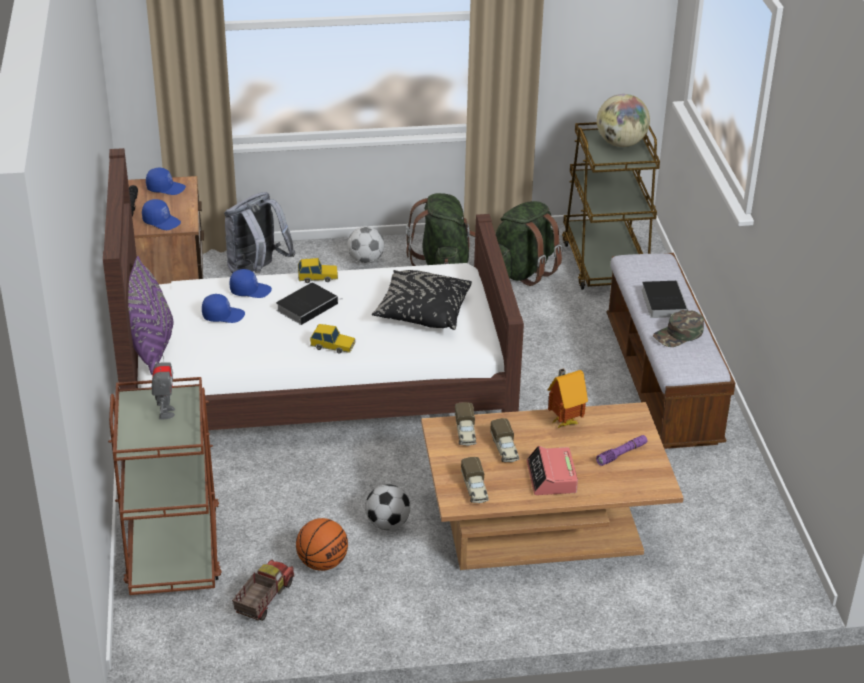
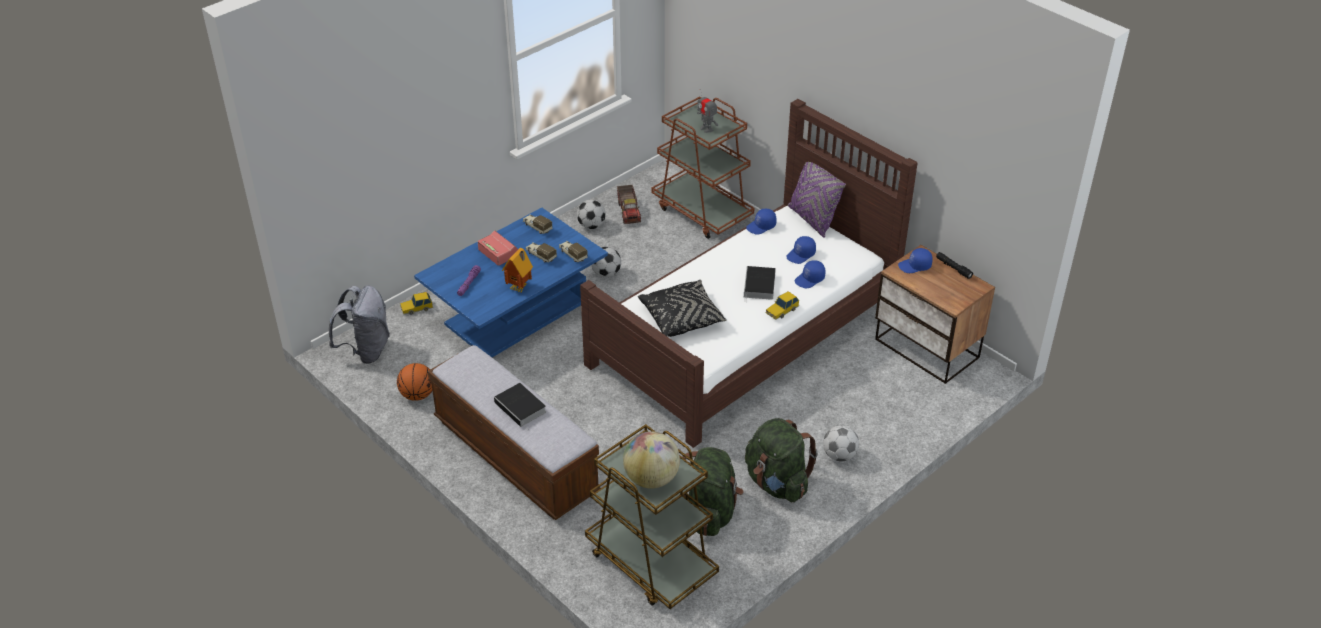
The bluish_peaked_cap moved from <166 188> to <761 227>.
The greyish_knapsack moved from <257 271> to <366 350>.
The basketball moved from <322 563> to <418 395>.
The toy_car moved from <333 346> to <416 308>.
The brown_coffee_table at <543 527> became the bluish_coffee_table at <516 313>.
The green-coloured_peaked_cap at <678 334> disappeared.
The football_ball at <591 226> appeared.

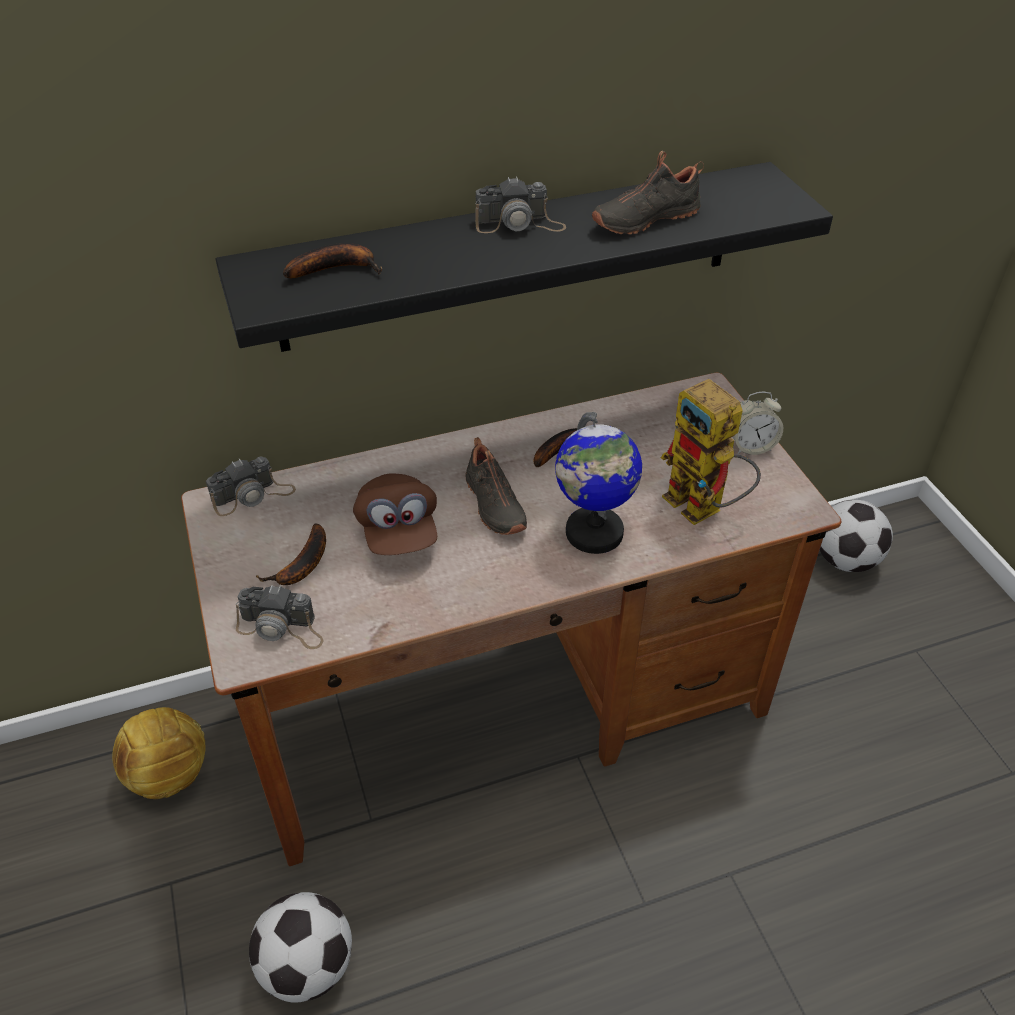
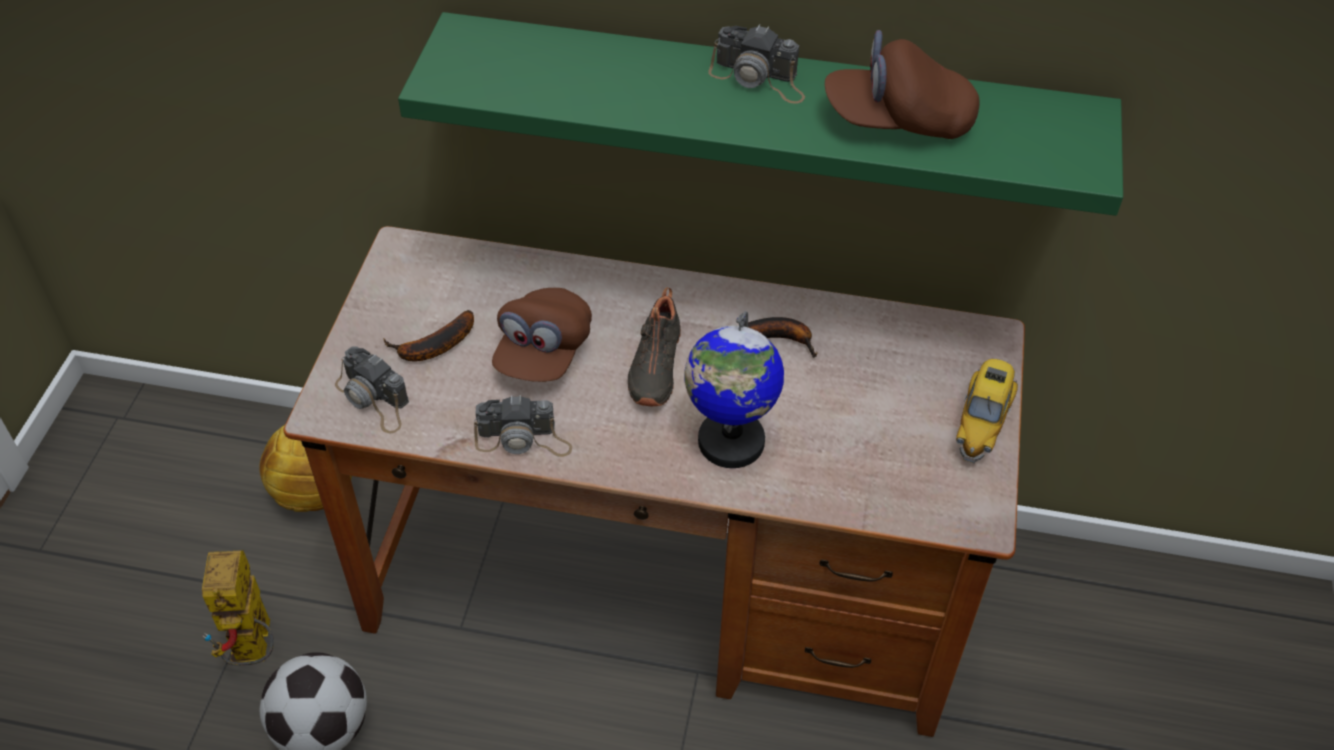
The photo_camera moved from <253 495> to <523 439>.
The blackish_shelf at <511 257> became the green-coloured_shelf at <767 107>.
The whole_banana at <337 268> disappeared.
The blackish_item_of_footwear at <644 218> was replaced by the brown_peaked_cap at <897 120>.
The model_robot moved from <704 509> to <255 652>.
The alarm_clock at <750 446> was replaced by the toy_car at <981 423>.
The football_ball at <845 560> disappeared.

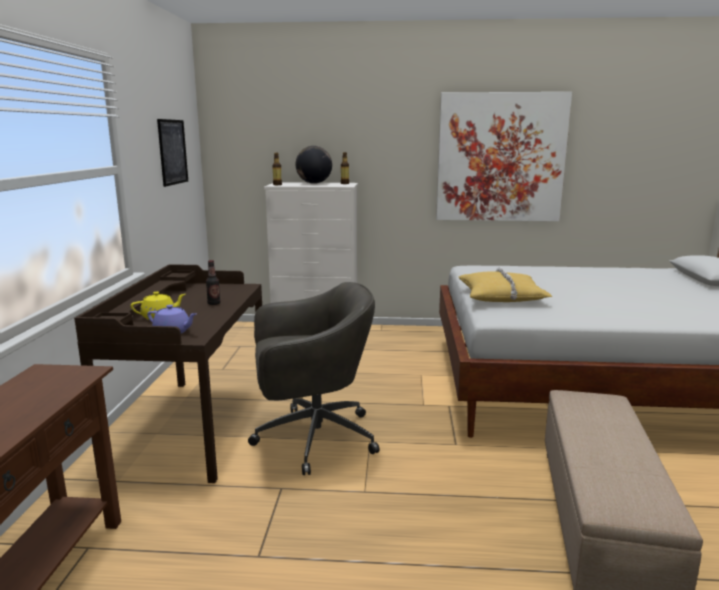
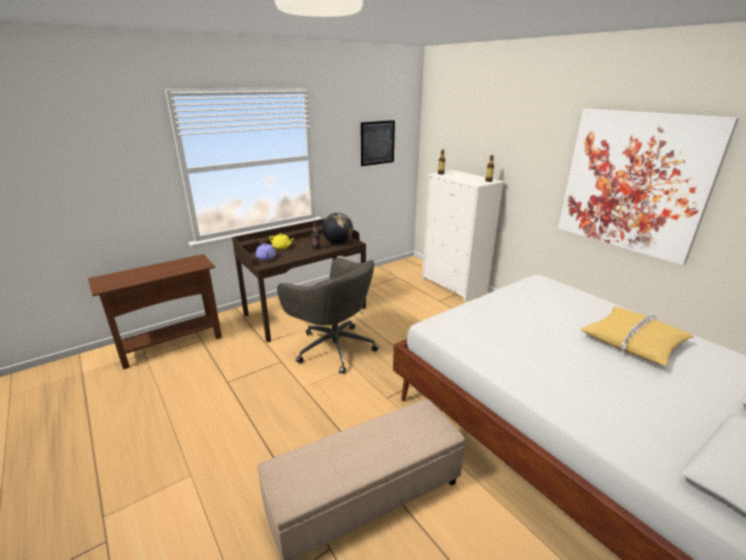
The desk_globe moved from <314 183> to <338 243>.
The yellow-coloured_throw_pillow moved from <501 296> to <633 341>.

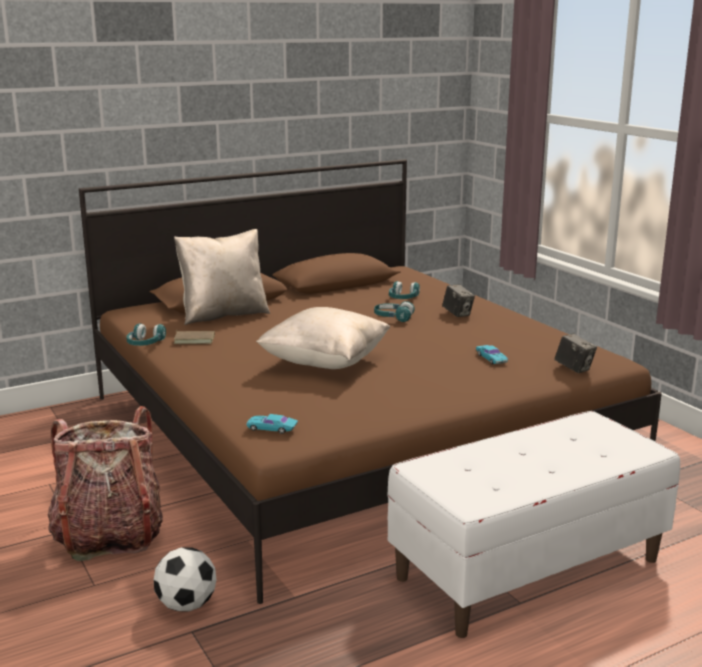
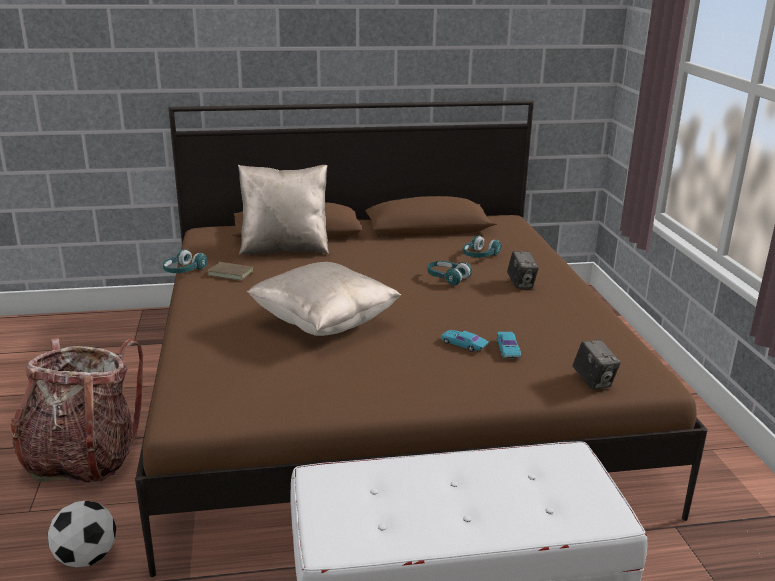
The blue-green_toy_car moved from <272 428> to <464 344>.

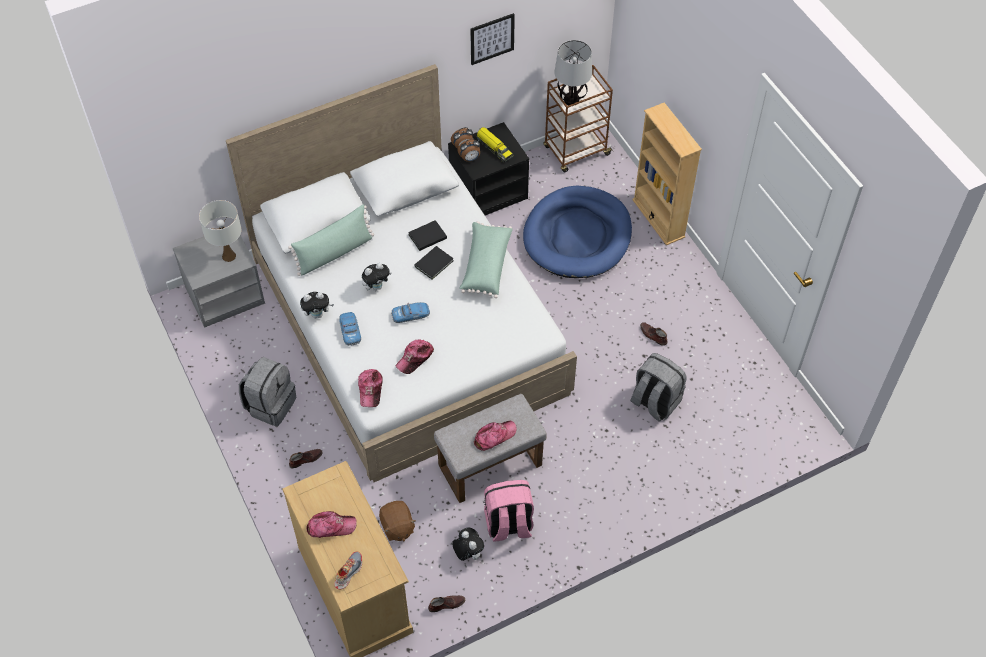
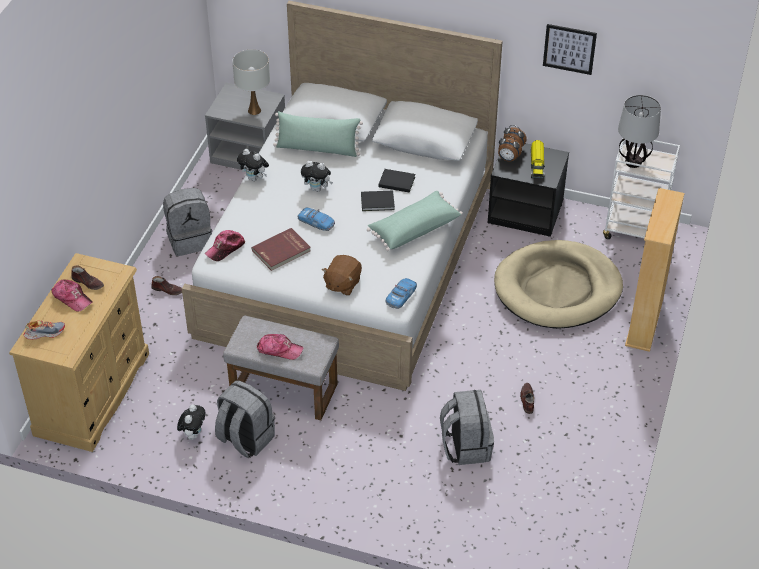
The toy_car moved from <350 331> to <401 296>.
The brown_cuddly_toy moved from <397 527> to <342 284>.
The peaked_cap at <415 358> was replaced by the reddish_book at <281 251>.
The brown_item_of_footwear moved from <446 604> to <88 282>.
The pink-coloured_knapsack at <508 524> became the greyish_knapsack at <245 439>.
The bluish_dog_bed at <577 236> became the beige_dog_bed at <557 289>.
The brown_trolley at <576 151> became the whitish_trolley at <635 230>.

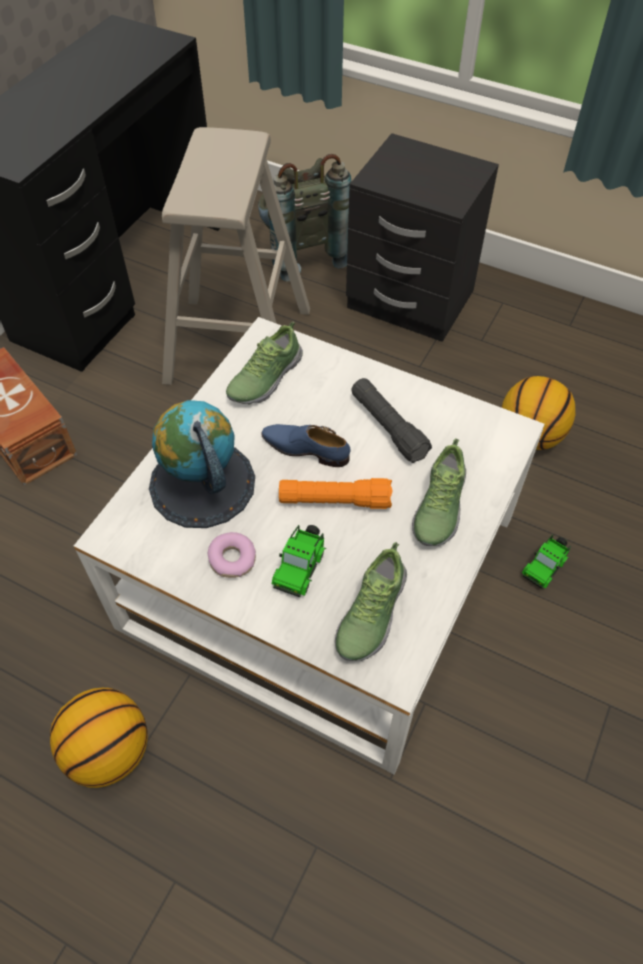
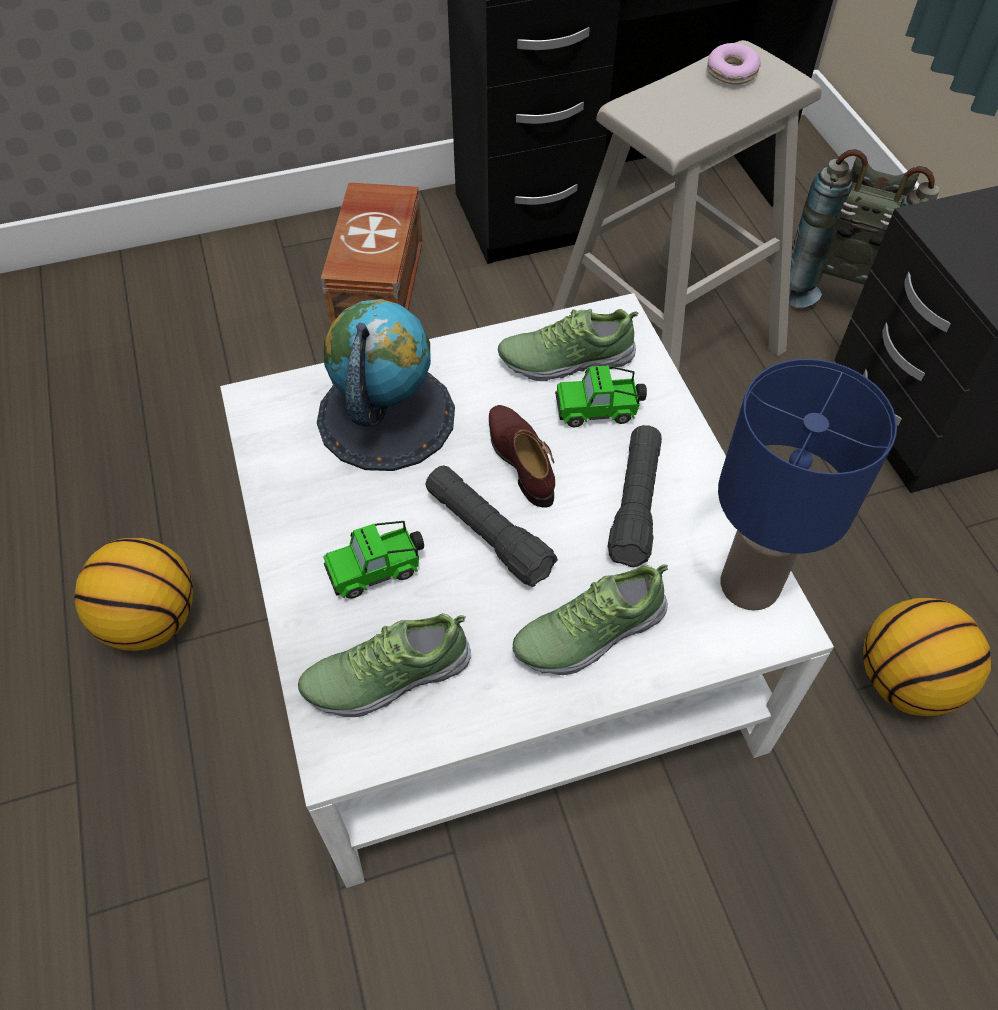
The doughnut moved from <232 559> to <731 73>.
The bluish_item_of_footwear at <305 449> became the brown_item_of_footwear at <521 460>.
The orangey_flashlight at <335 501> became the blackish_flashlight at <488 534>.
The toy_car moved from <545 566> to <599 410>.
The bluish_table_lamp at <750 586> appeared.

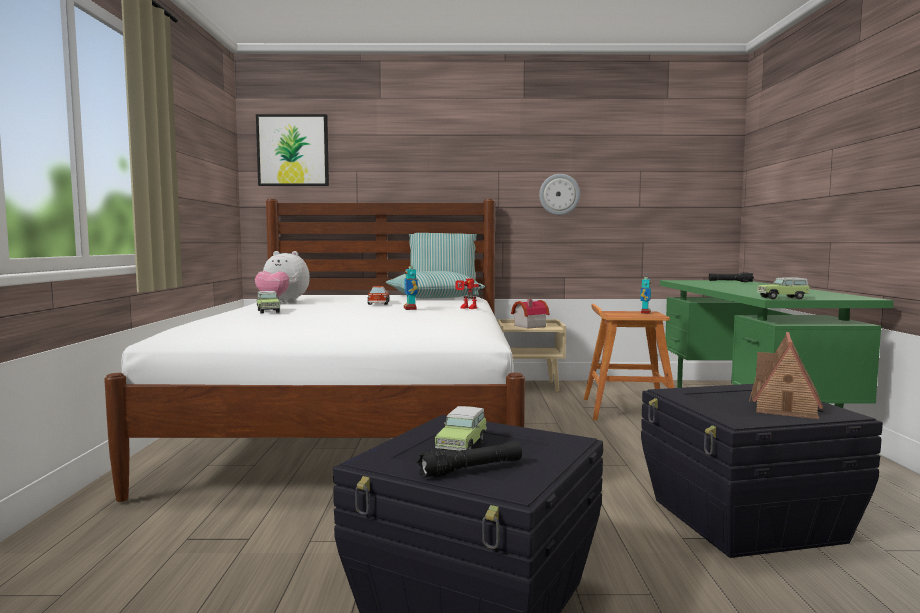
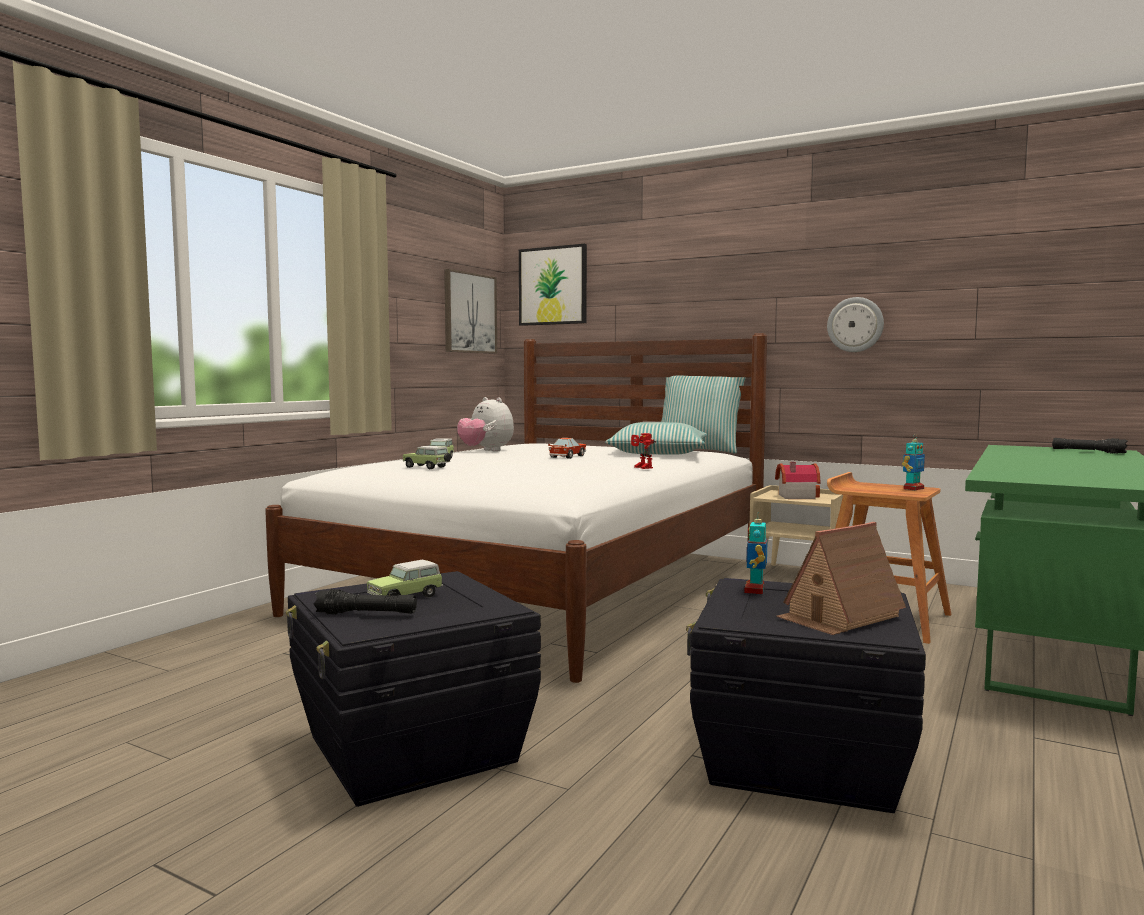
The model_robot moved from <410 309> to <755 590>.
The toy_car moved from <784 298> to <427 467>.
The wall_art at <469 313> appeared.

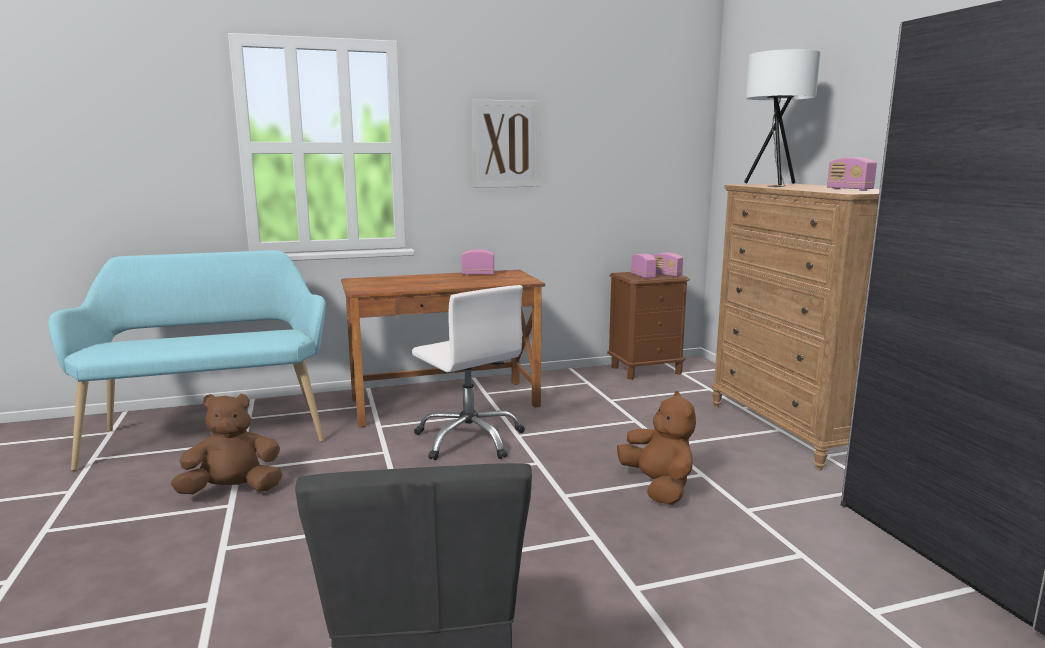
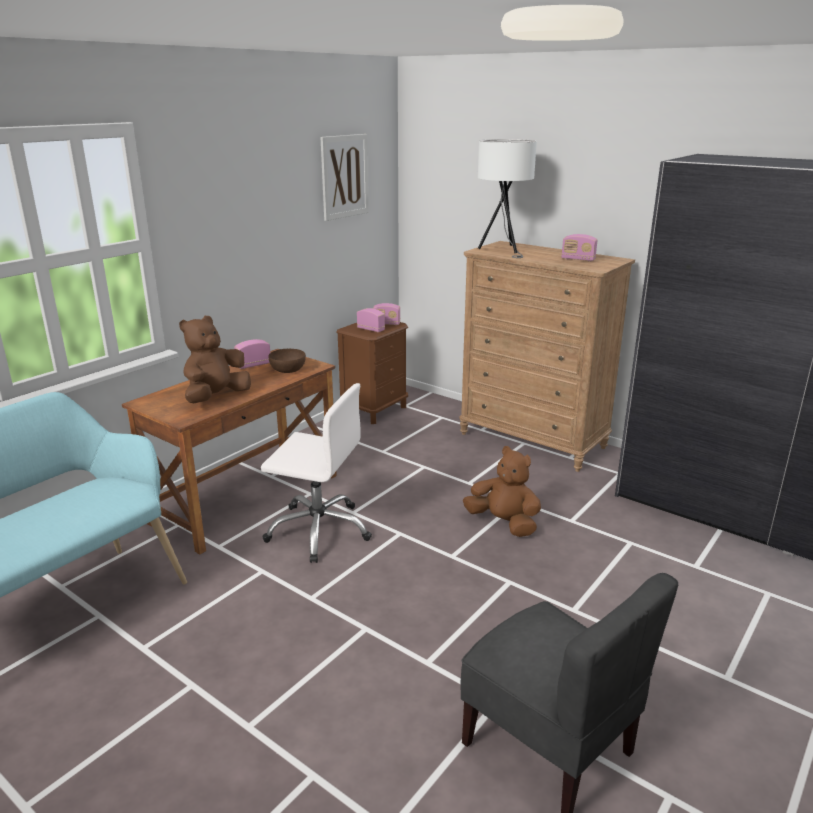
The brown_cuddly_toy moved from <233 490> to <216 397>.
The wall_art moved from <506 144> to <344 176>.
The brown_bowl at <287 370> appeared.

